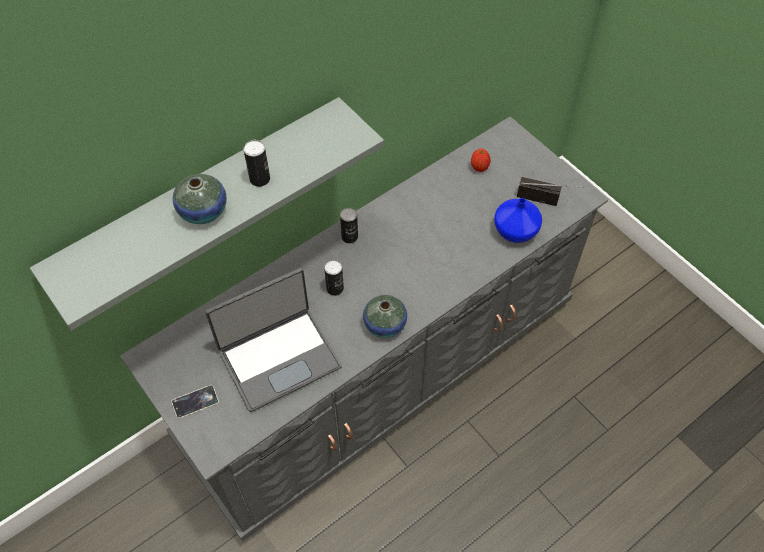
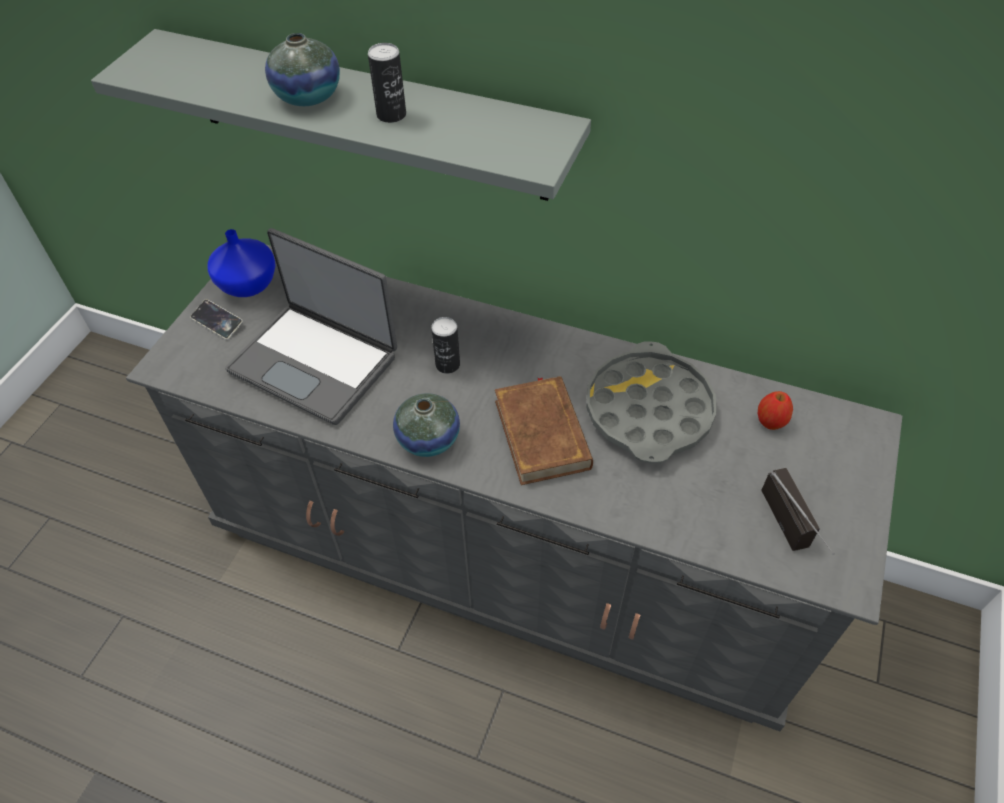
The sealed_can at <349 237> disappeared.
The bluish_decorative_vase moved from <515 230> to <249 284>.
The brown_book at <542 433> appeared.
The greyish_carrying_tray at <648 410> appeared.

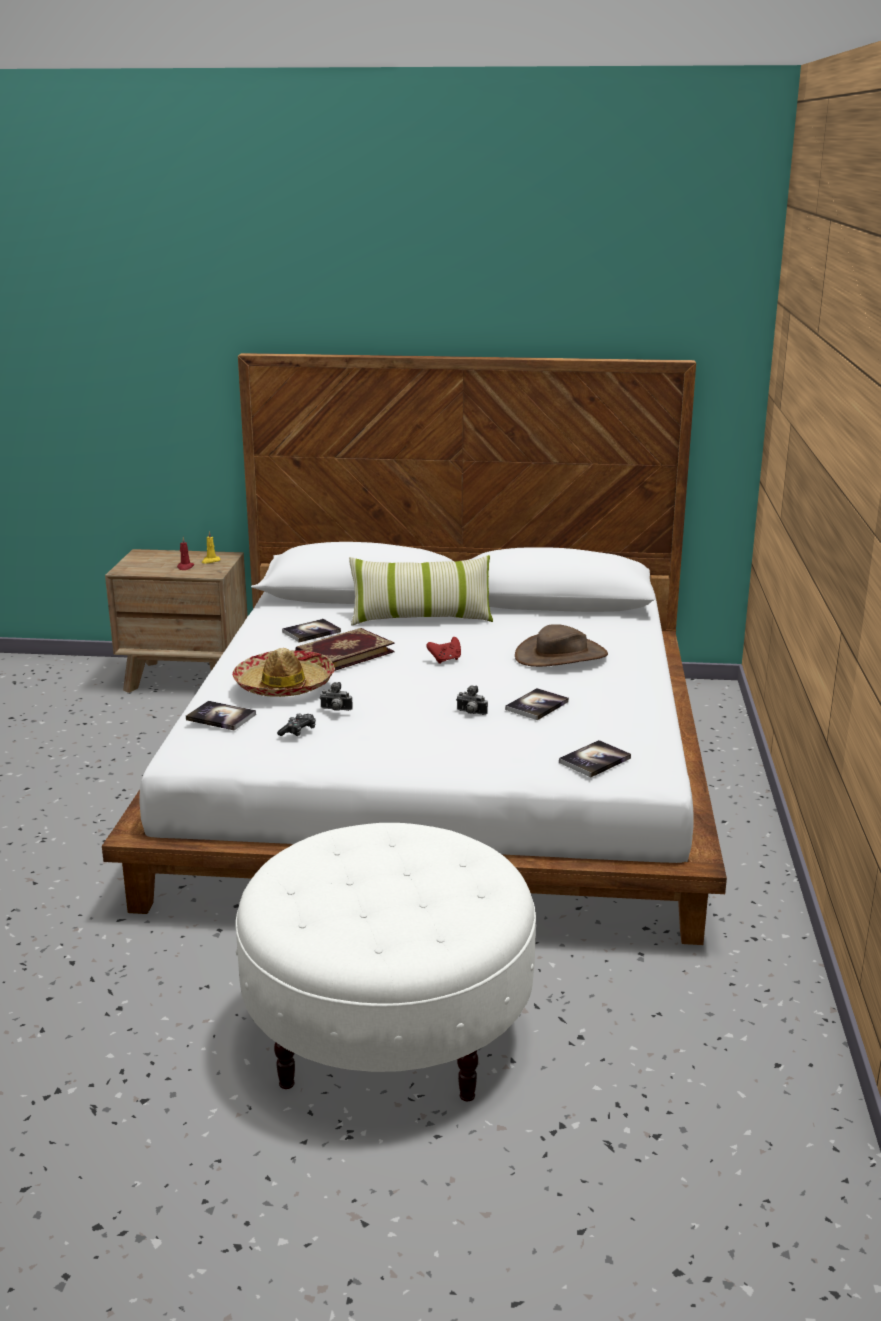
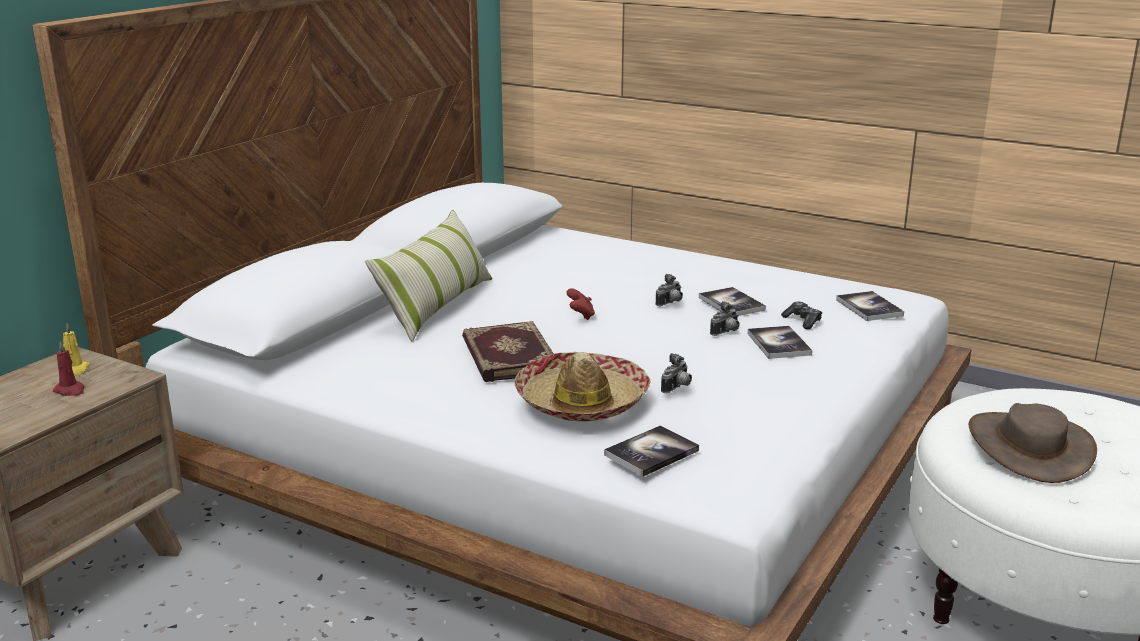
The gamepad moved from <298 731> to <802 321>.
The book moved from <311 632> to <778 344>.
The brown_clothing_hat moved from <561 656> to <1029 447>.
The photo_camera at <670 303> appeared.

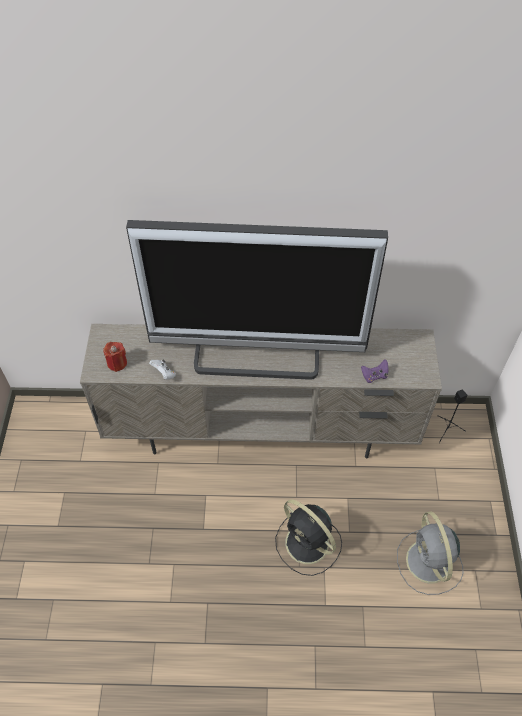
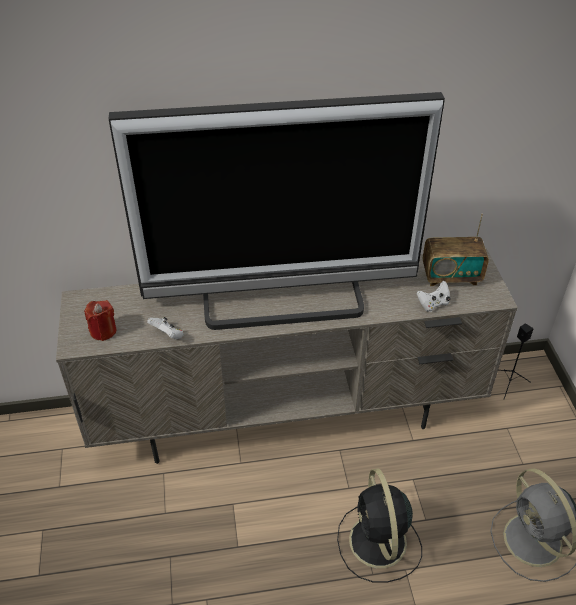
The blackish_cooling_fan at <308 544> turned 45 degrees clockwise.
The purple-coloured_gamepad at <374 376> became the whitish_gamepad at <433 304>.
The radio_set at <451 276> appeared.

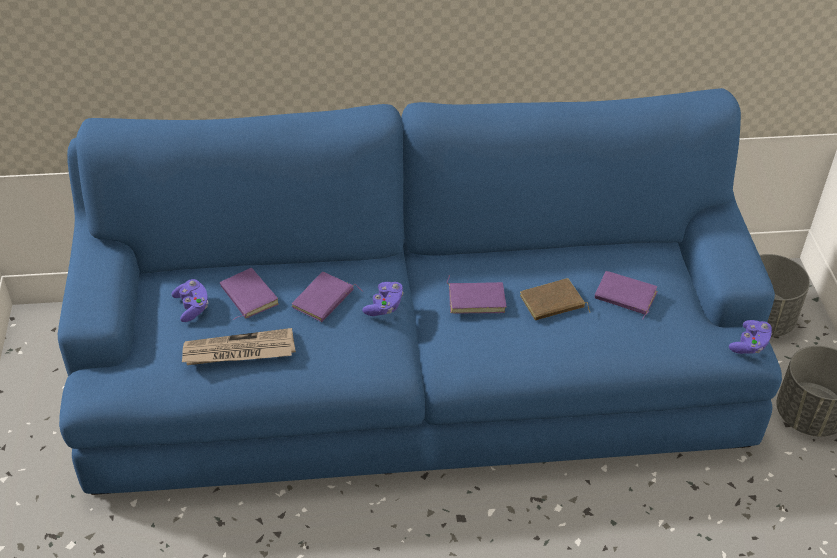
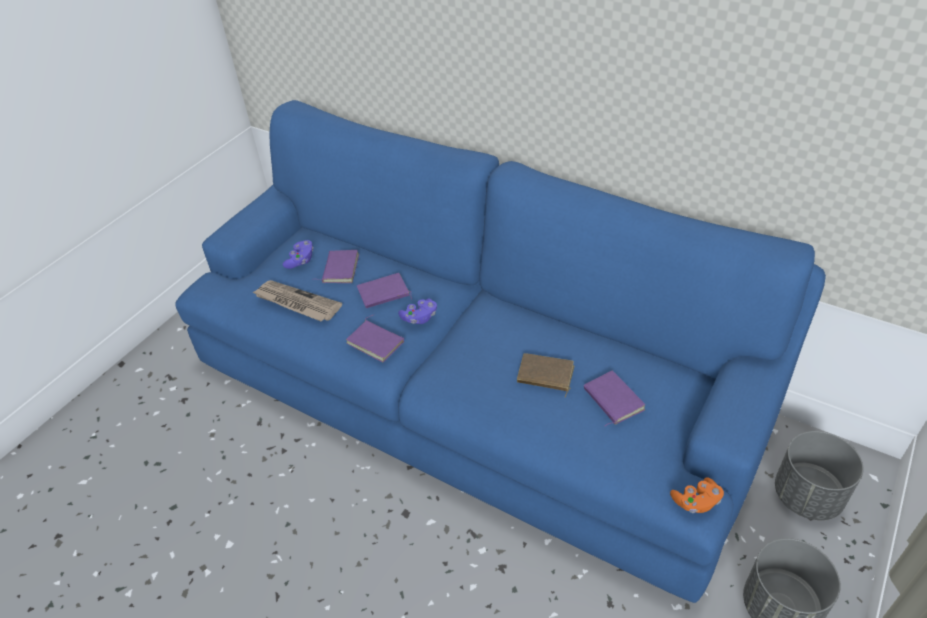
The purple-coloured_book moved from <476 298> to <377 342>.
The purple-coloured_gamepad at <749 345> became the orangey_gamepad at <696 502>.

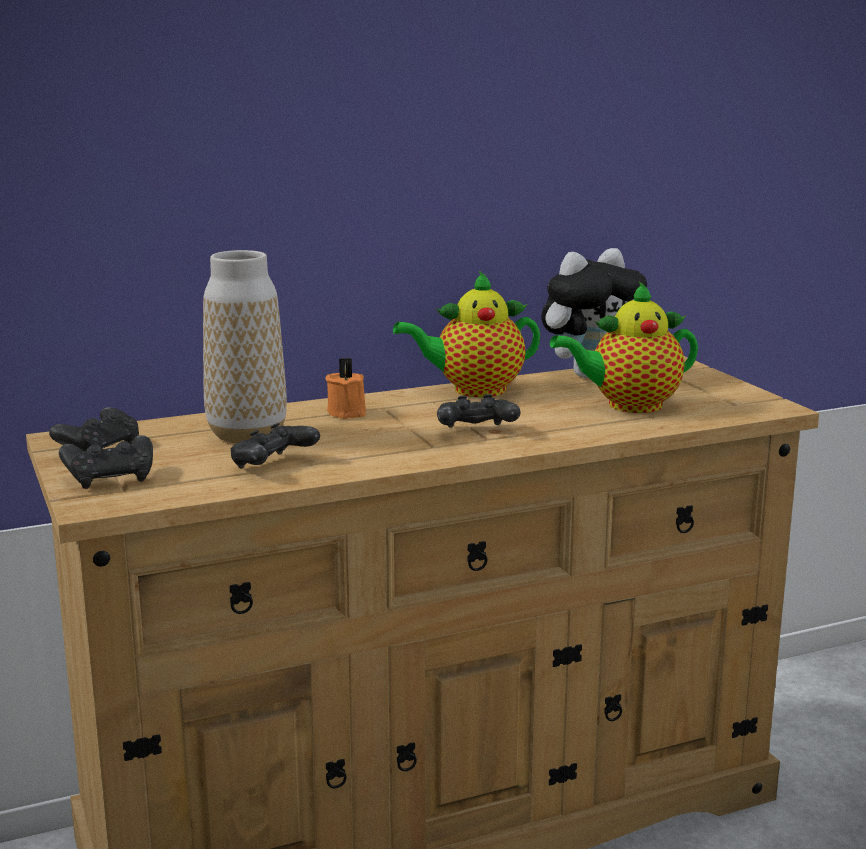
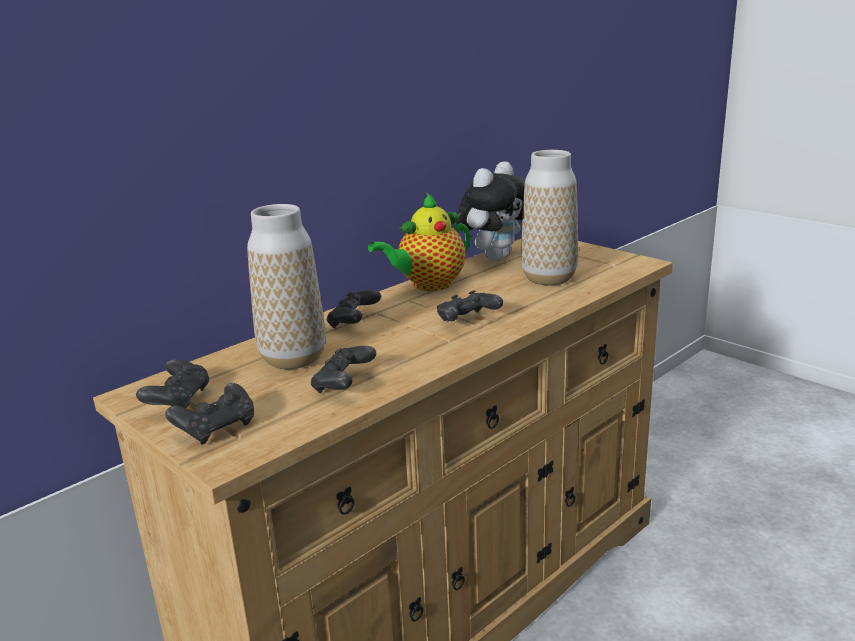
The orangey_wax_candle at <348 412> was replaced by the blackish_gamepad at <354 322>.
The teapot at <629 405> was replaced by the decorative_vase at <548 278>.

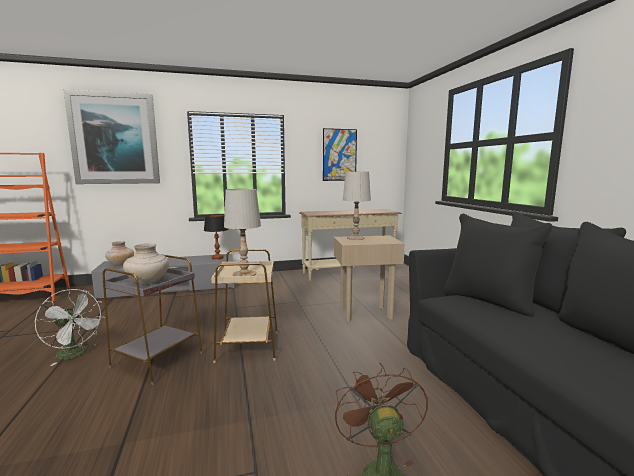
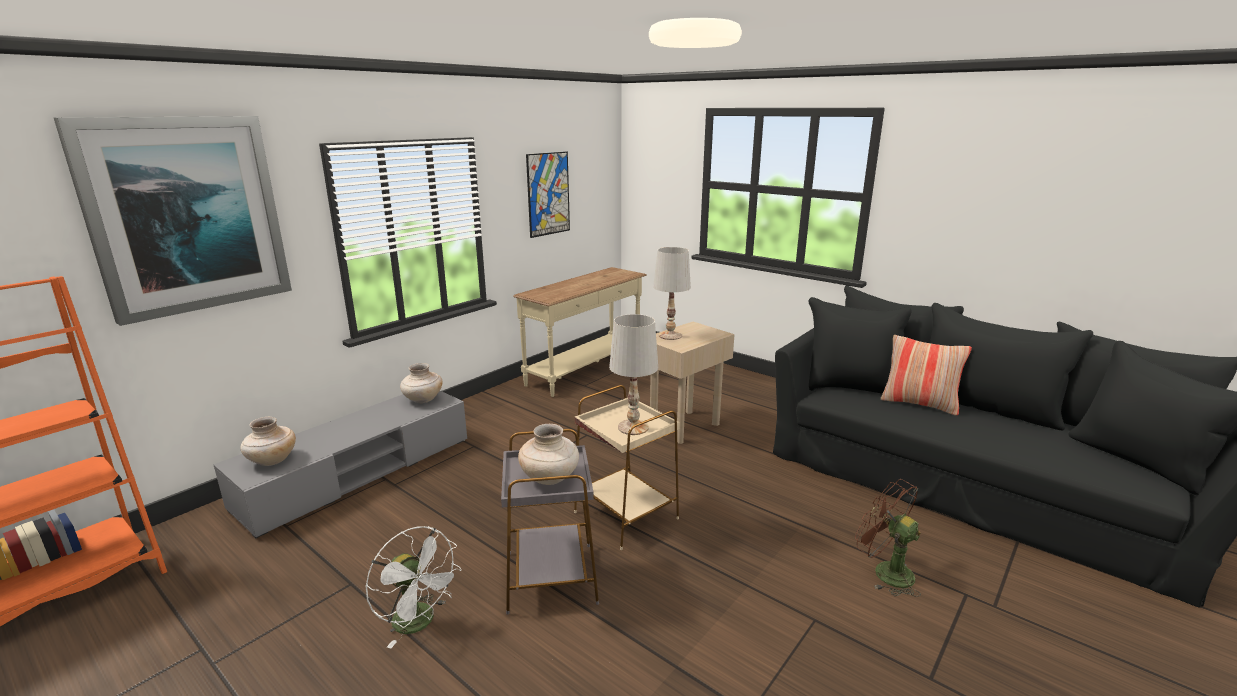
The whitish_cooling_fan at <76 354> turned 45 degrees clockwise.
The table_lamp at <217 258> was replaced by the beige_decorative_vase at <423 400>.
The throw_pillow at <919 403> appeared.

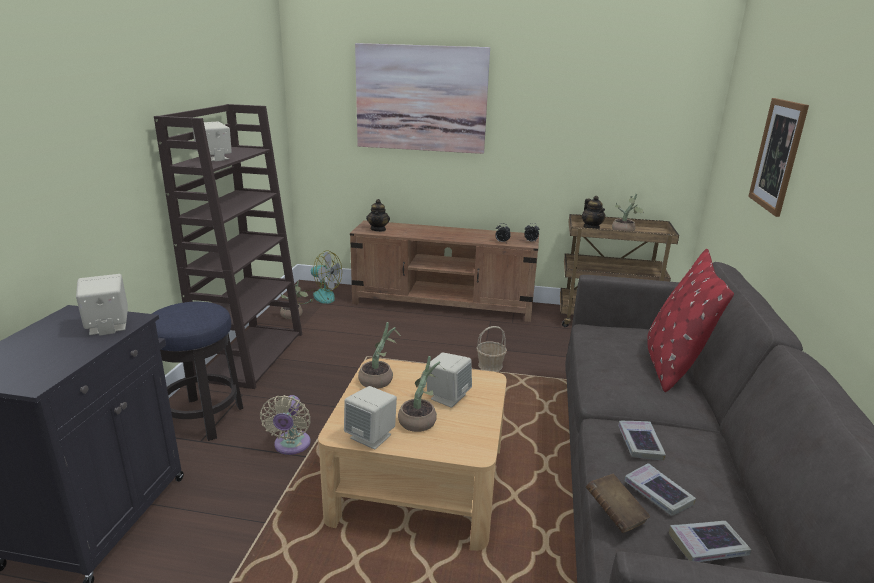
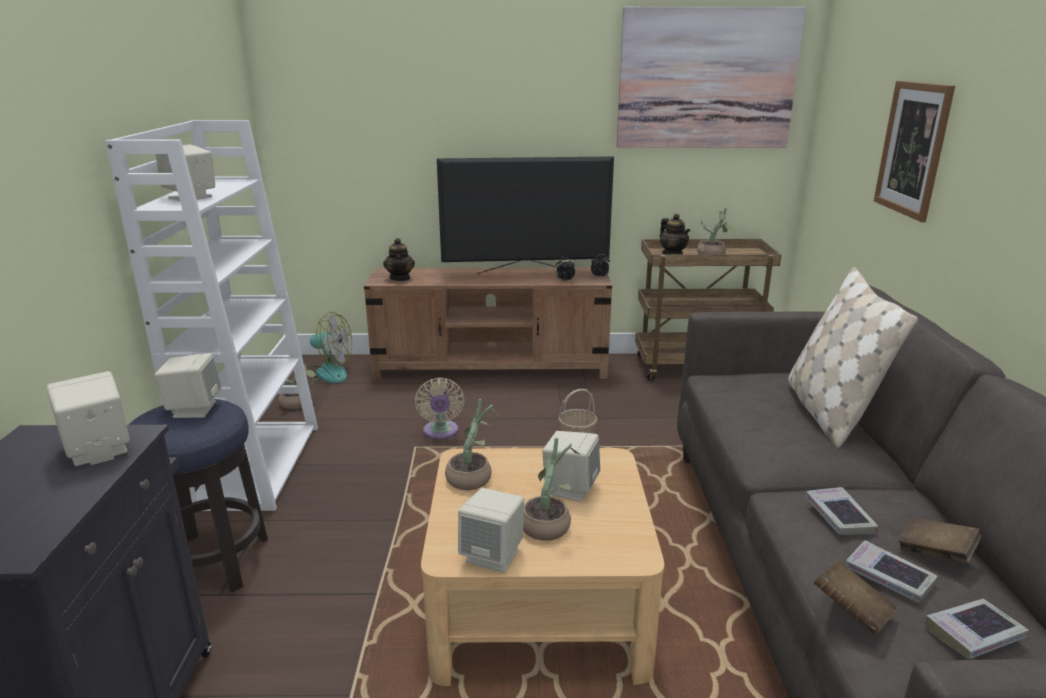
The brown_bookshelf at <252 355> became the whitish_bookshelf at <256 464>.
The beige_cooling_fan moved from <291 446> to <440 432>.
The wall_art moved from <421 99> to <706 79>.
The reddish_throw_pillow at <672 364> became the beige_throw_pillow at <829 412>.
The beige_audio_speaker at <194 409> appeared.
The TV_set at <525 272> appeared.
The brown_book at <935 553> appeared.

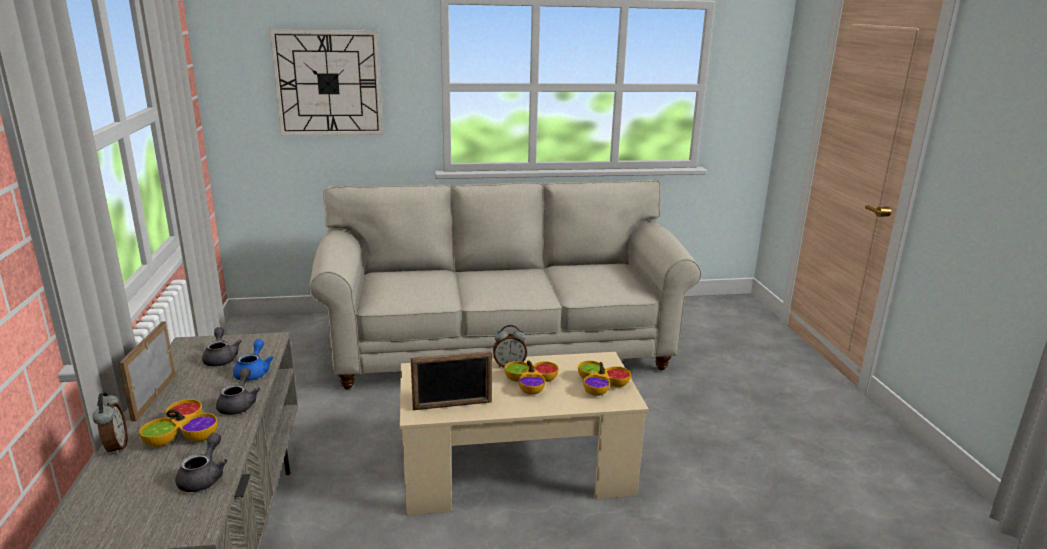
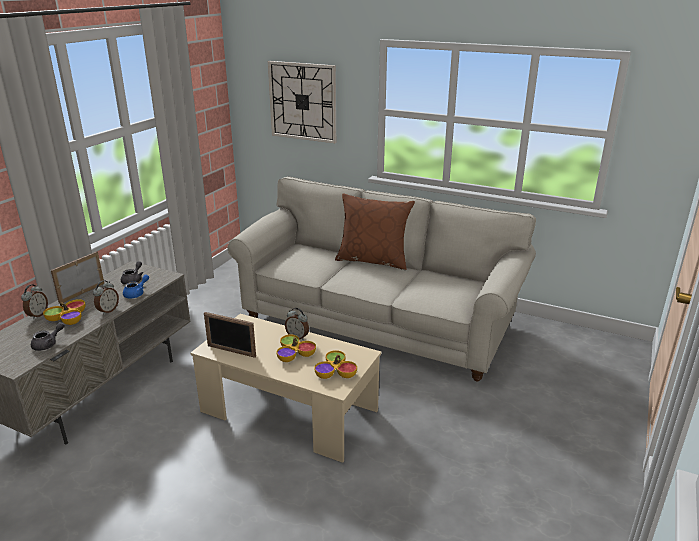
The greyish_teapot at <239 404> was replaced by the alarm_clock at <108 310>.
The brown_throw_pillow at <373 260> appeared.

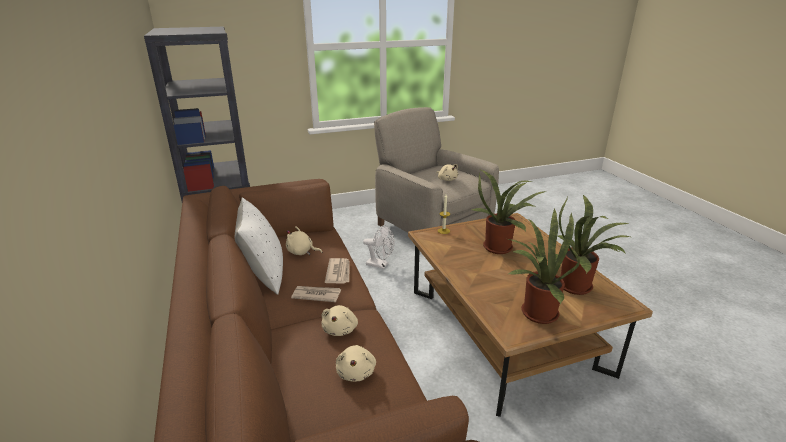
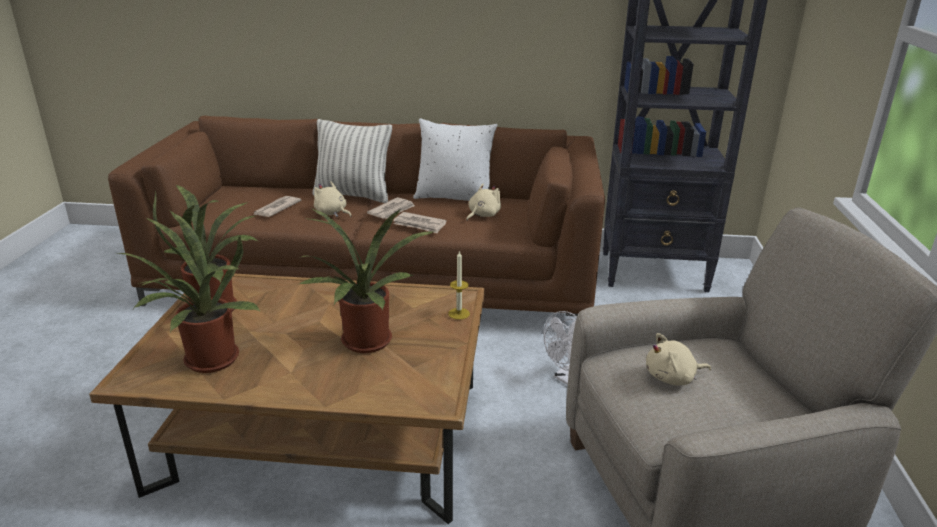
The beige_cuddly_toy at <356 372> was replaced by the printed_paper at <276 209>.
The throw_pillow at <353 195> appeared.

